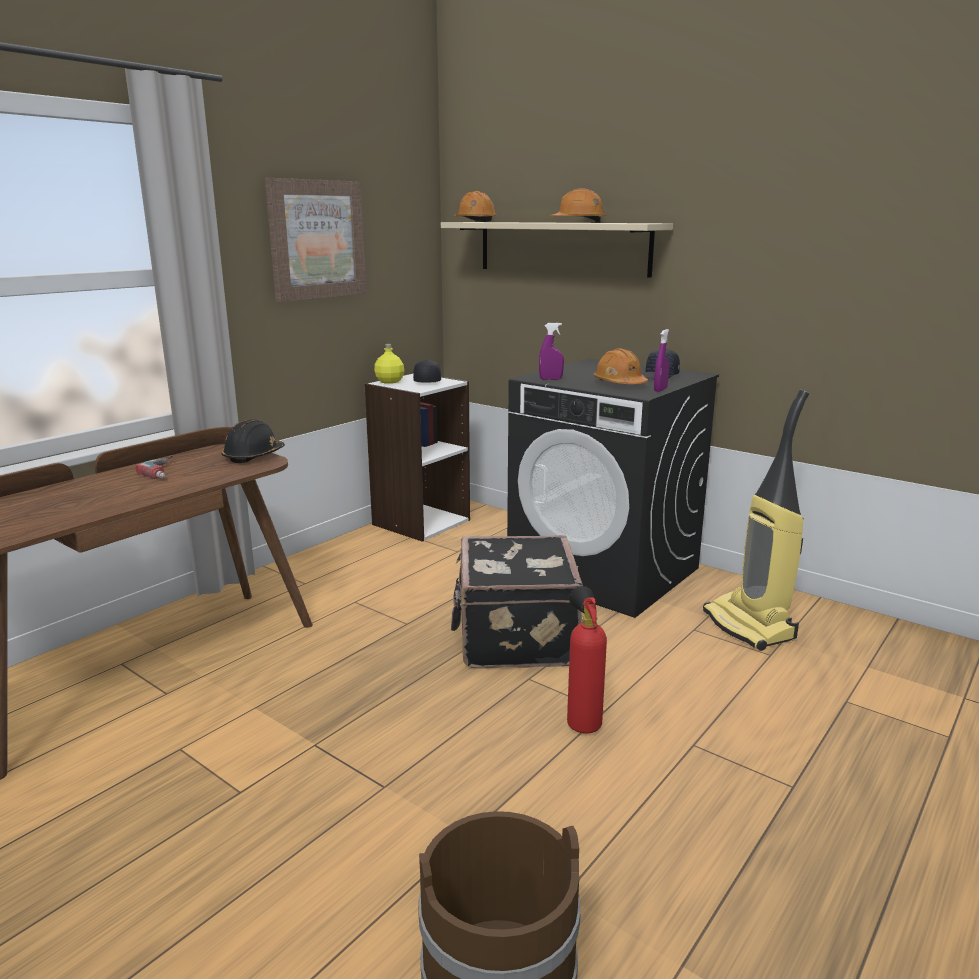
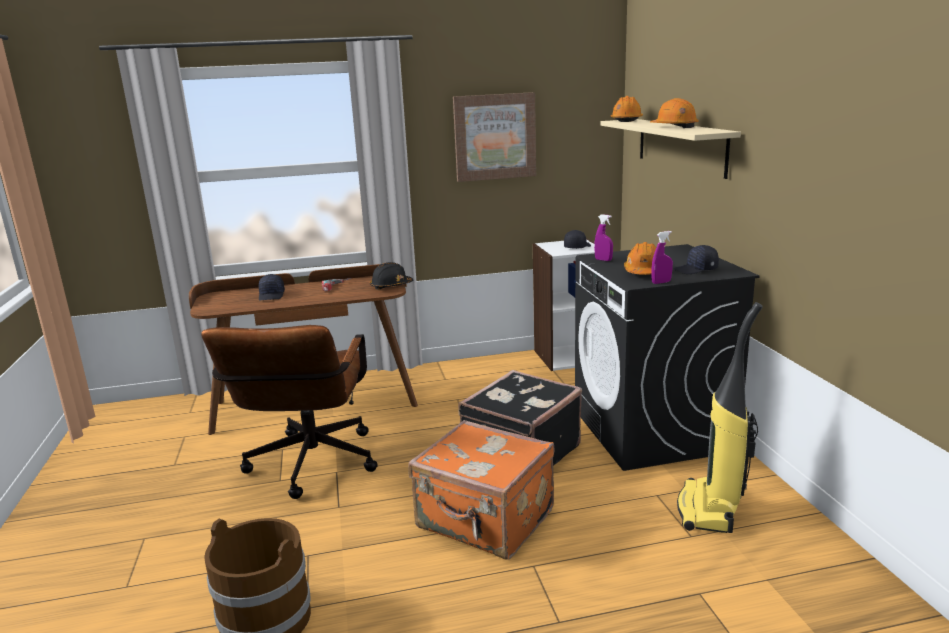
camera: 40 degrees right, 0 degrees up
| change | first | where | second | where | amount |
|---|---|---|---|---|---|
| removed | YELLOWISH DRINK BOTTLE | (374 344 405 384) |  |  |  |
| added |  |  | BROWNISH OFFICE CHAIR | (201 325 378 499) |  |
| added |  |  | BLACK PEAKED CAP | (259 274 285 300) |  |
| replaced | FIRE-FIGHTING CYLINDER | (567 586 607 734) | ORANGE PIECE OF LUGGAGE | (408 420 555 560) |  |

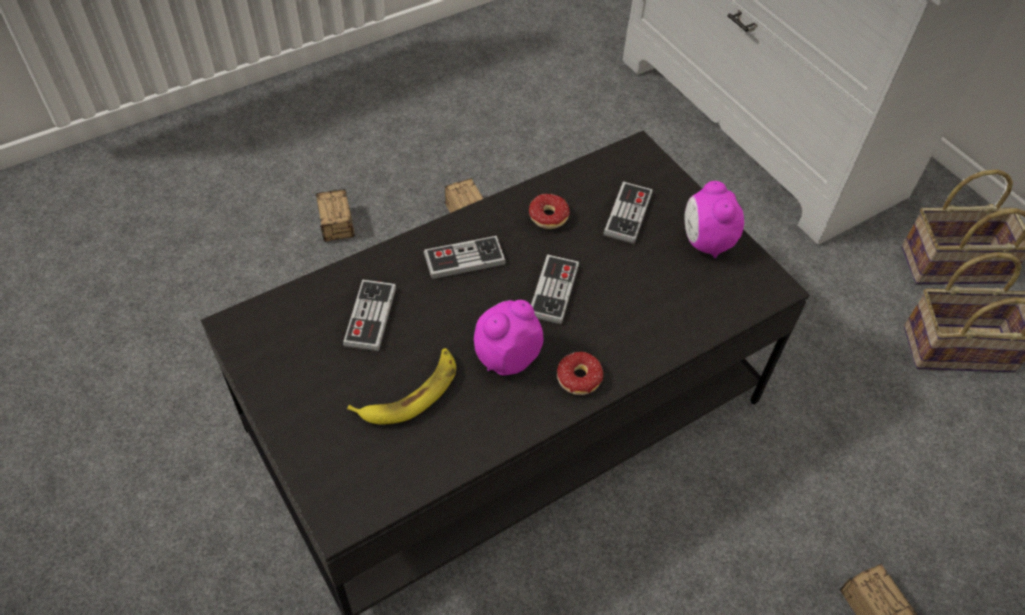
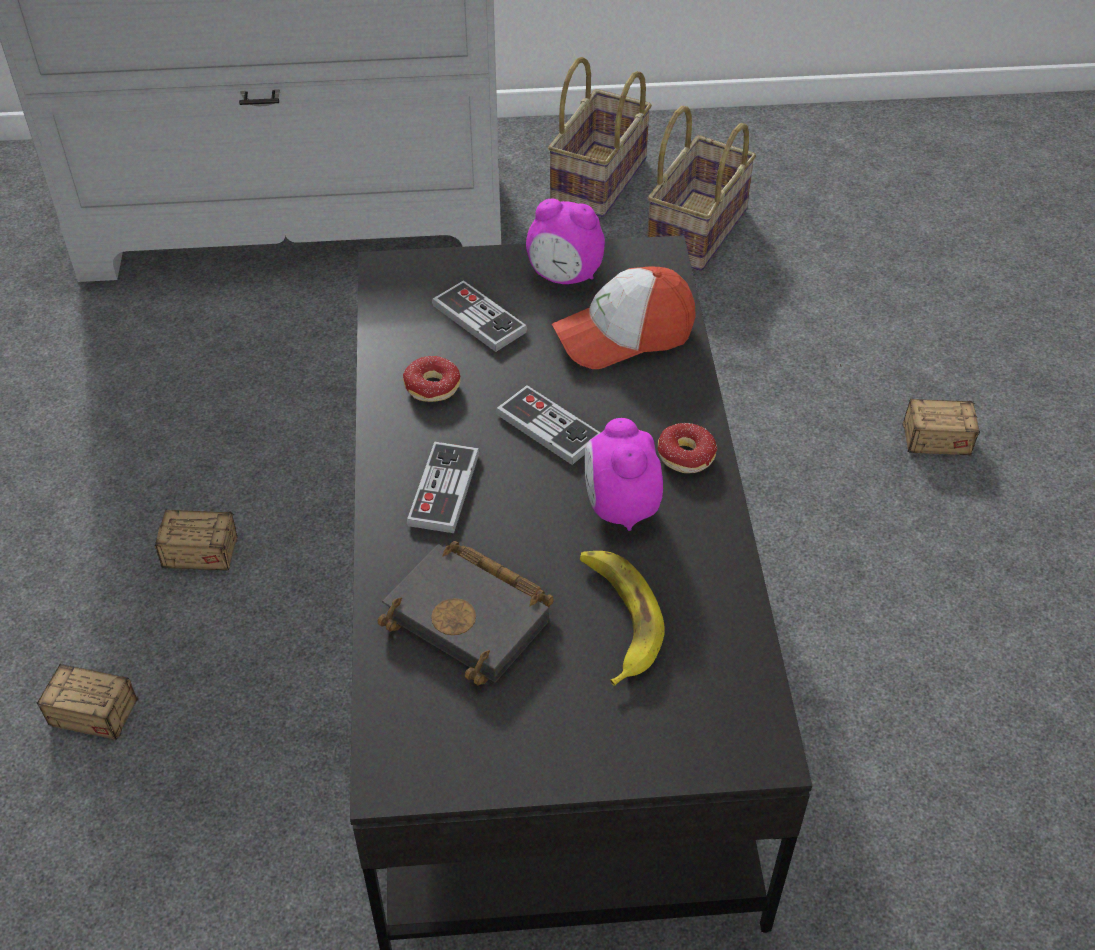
camera: 60 degrees left, 5 degrees down
| change | first | where | second | where | amount |
|---|---|---|---|---|---|
| added |  |  | PEAKED CAP | (552 266 696 369) |  |
| replaced | GAMEPAD | (343 279 396 351) | BLACK BOUND BOOK | (378 541 554 685) |  |

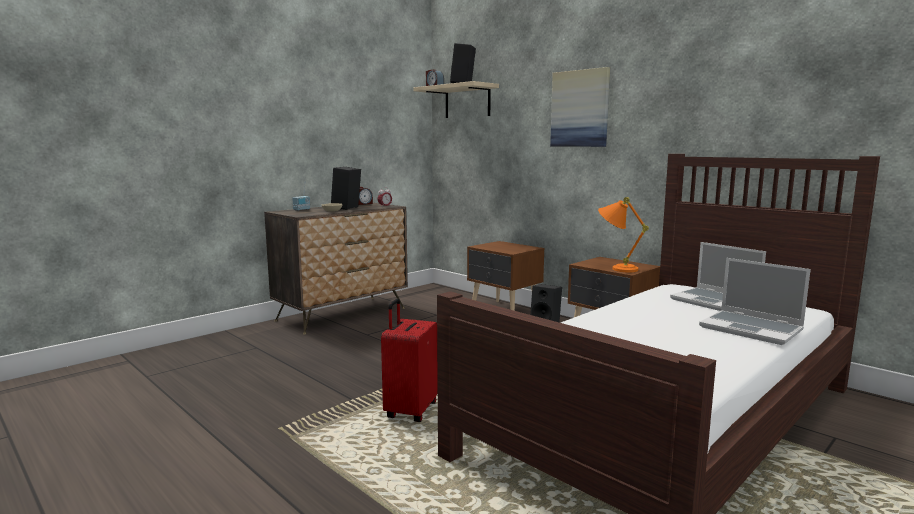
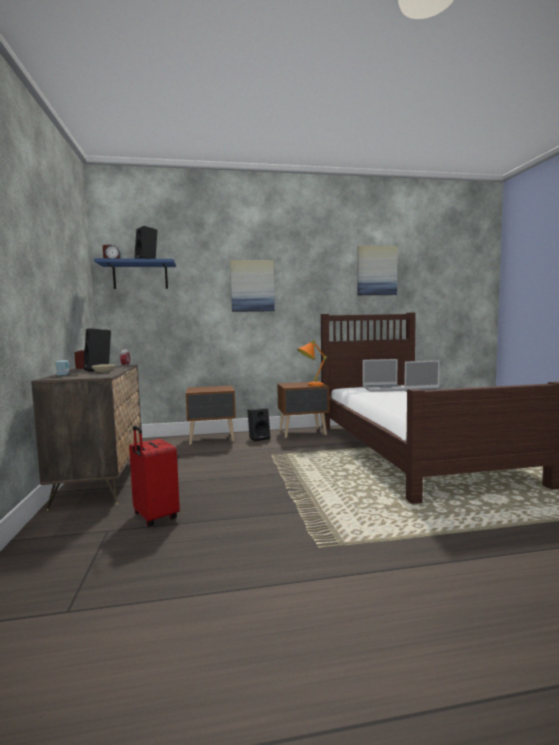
camera: 55 degrees left, 5 degrees down
| change | first | where | second | where | amount |
|---|---|---|---|---|---|
| added |  |  | WALL ART | (357 246 398 295) |  |
| moved | RED PIECE OF LUGGAGE | (381 299 438 422) |  | (129 426 180 527) |  |
| recoloured | BEIGE SHELF | (414 81 499 118) | BLUISH SHELF | (94 258 176 289) |  |

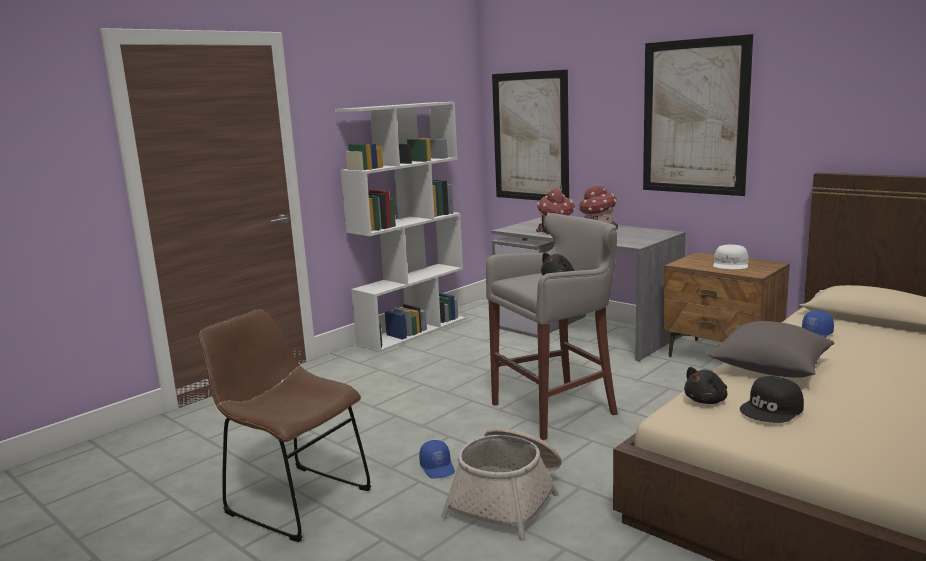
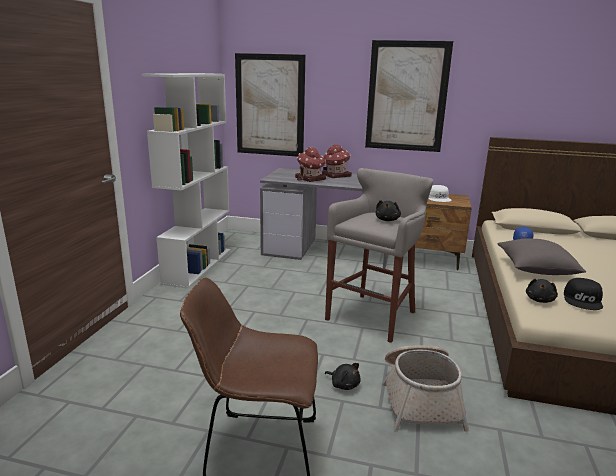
camera: 30 degrees left, 5 degrees up
| change | first | where | second | where | amount |
|---|---|---|---|---|---|
| replaced | BLUISH PEAKED CAP | (419 440 455 479) | BLACK PLUSH TOY | (325 363 361 390) |  |

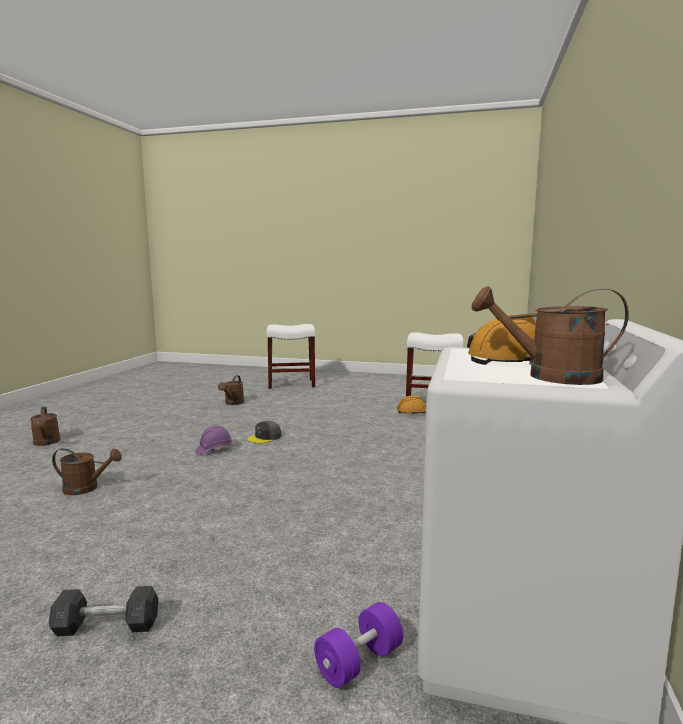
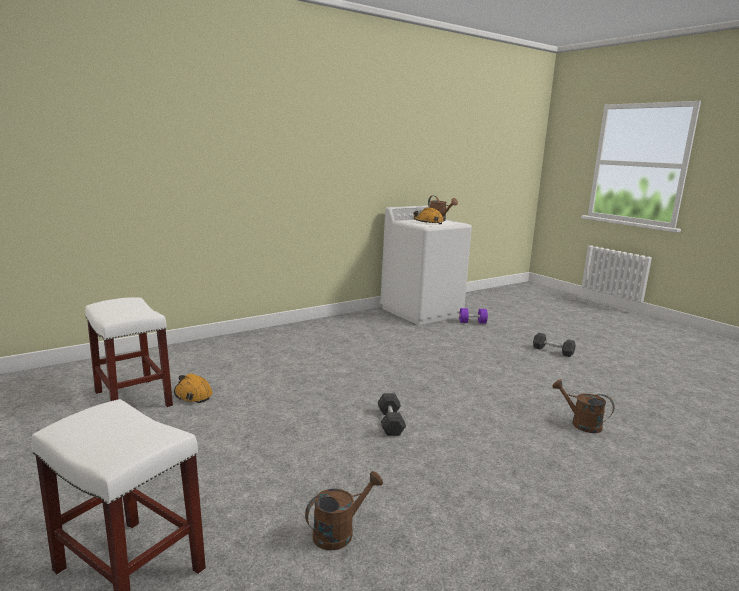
camera: 140 degrees left, 5 degrees up
| change | first | where | second | where | amount |
|---|---|---|---|---|---|
| removed | BROWNISH WATERING CAN | (30 407 60 446) |  |  |  |
| removed | PURPLE SAFETY HELMET | (195 426 232 455) |  |  |  |
| replaced | GREY PEAKED CAP | (248 421 282 443) | GREY FREE WEIGHT | (378 393 406 436) |  |

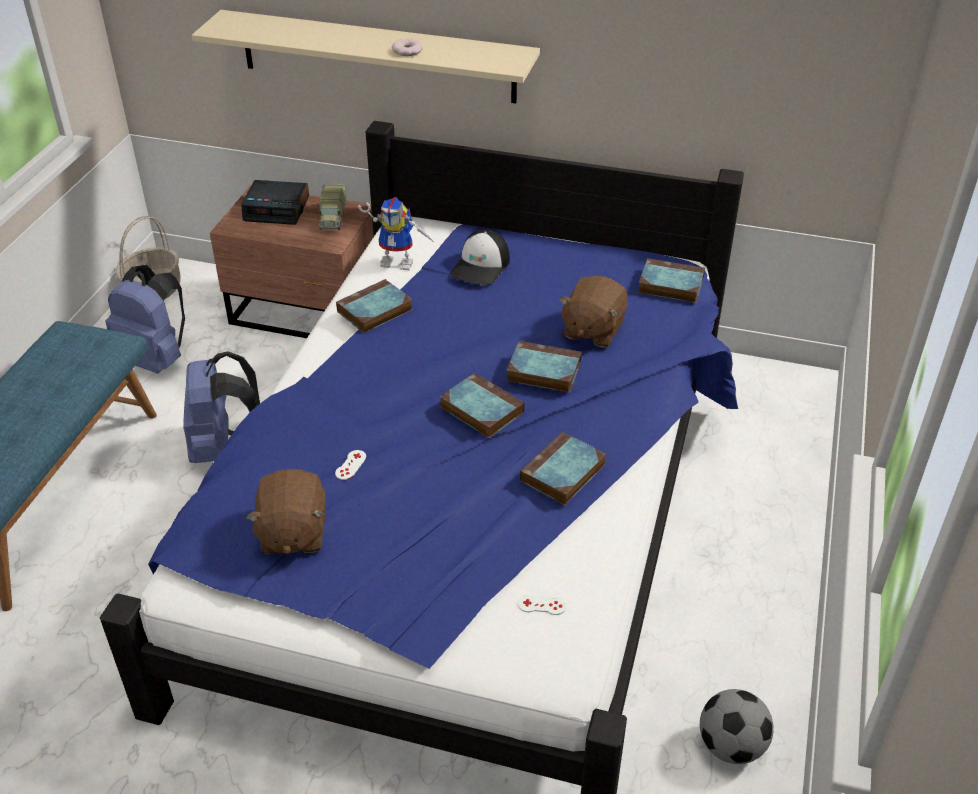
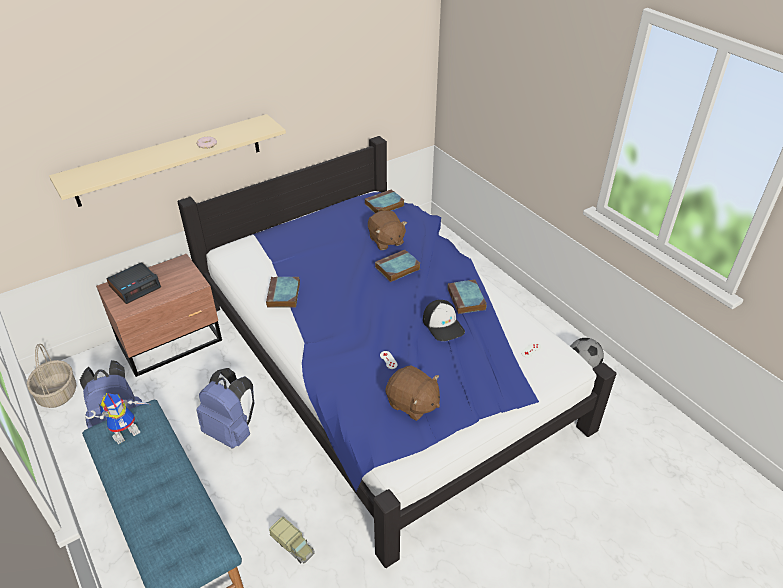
camera: 50 degrees left, 0 degrees up
| change | first | where | second | where | amount |
|---|---|---|---|---|---|
| removed | BOUND BOOK | (440 373 525 438) |  |  |  |
| moved | TOY TRUCK | (319 184 347 230) |  | (269 517 315 563) |  |
| moved | ROBOT FIGURE | (358 197 435 270) |  | (85 393 148 444) |  |
| moved | PEAKED CAP | (450 229 510 285) |  | (423 300 465 341) |  |

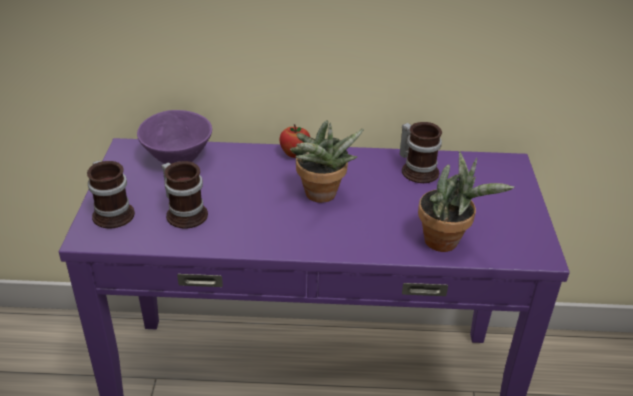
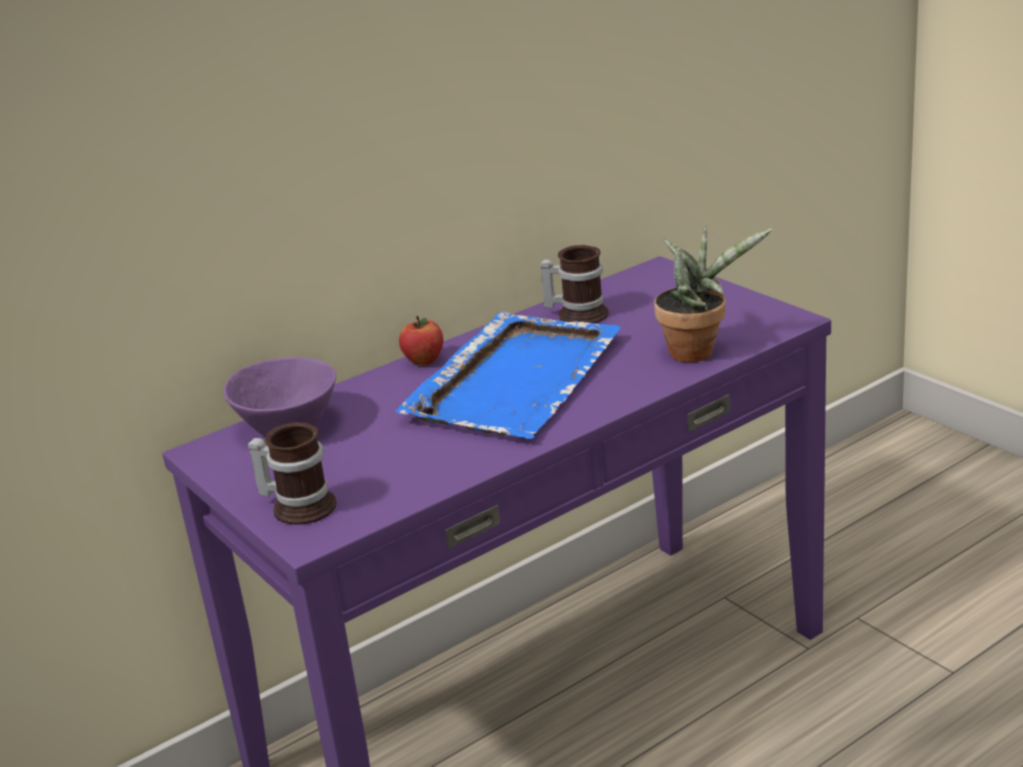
camera: 35 degrees left, 10 degrees down
| change | first | where | second | where | amount |
|---|---|---|---|---|---|
| removed | TEA MUG | (162 161 208 229) |  |  |  |
| replaced | HOUSEPLANT | (290 120 364 203) | BLUISH CARRYING TRAY | (396 312 622 439) |  |

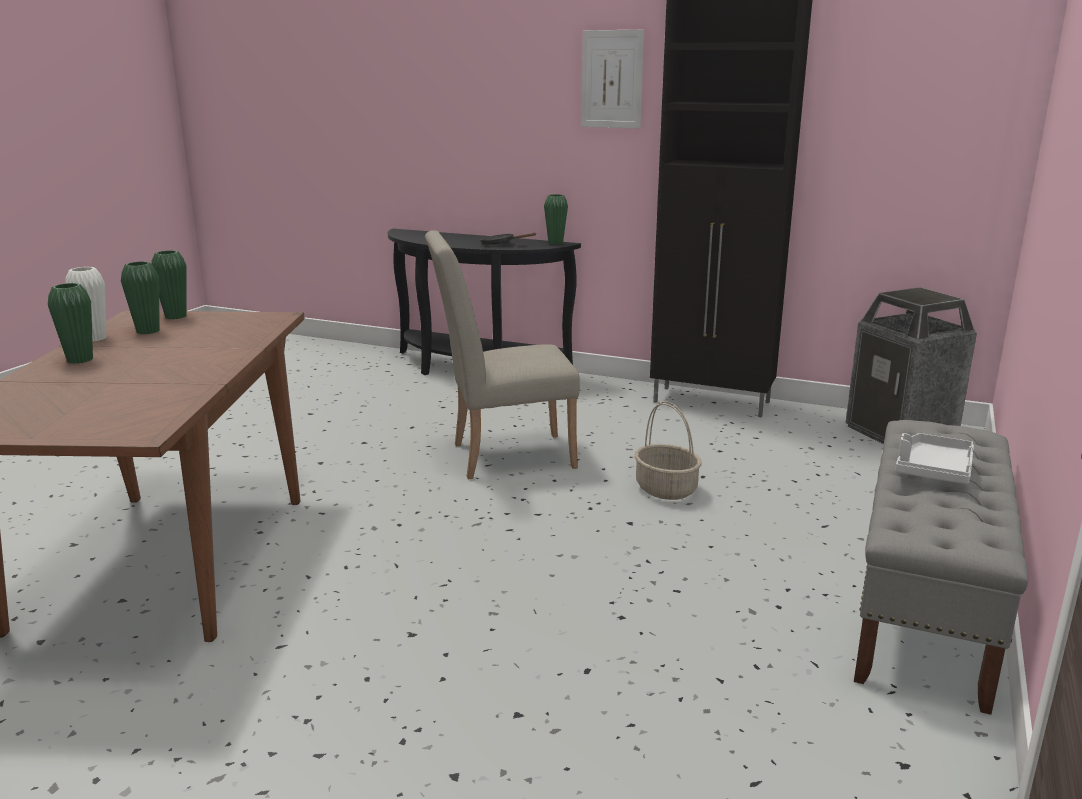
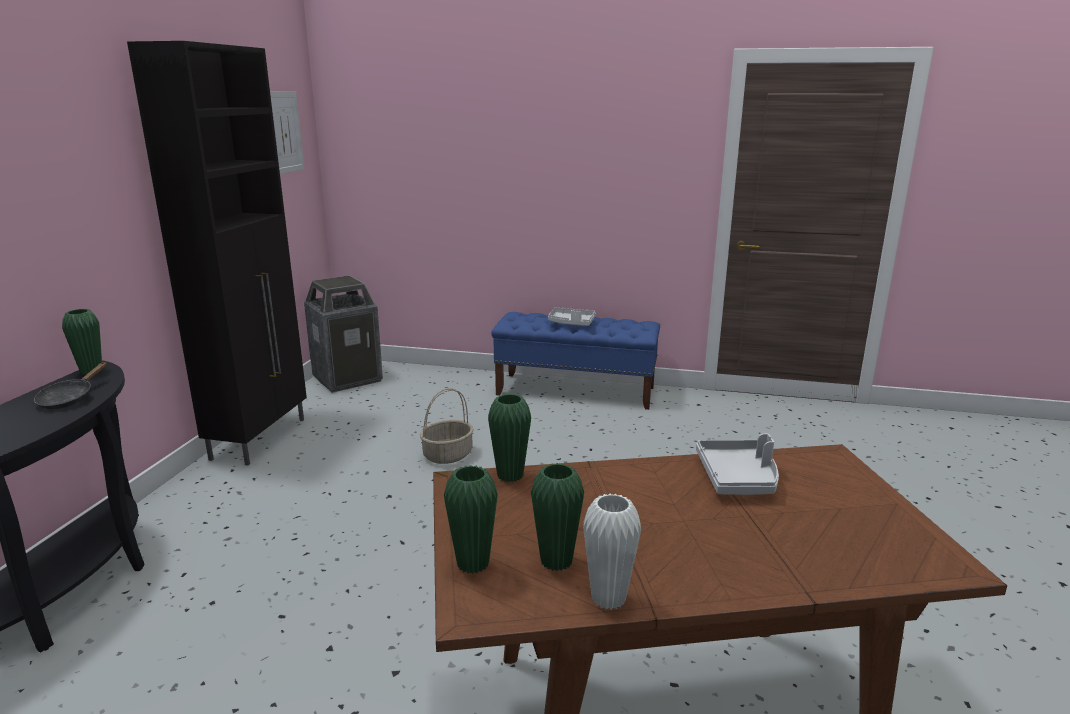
camera: 100 degrees left, 0 degrees up
| change | first | where | second | where | amount |
|---|---|---|---|---|---|
| removed | BEIGE CHAIR | (425 230 580 479) |  |  |  |
| added |  |  | GREY CARRYING TRAY | (696 433 779 495) |  |
| moved | GREEN-COLOURED DECORATIVE VASE | (48 283 93 364) |  | (488 394 531 482) |  |
| moved | WALL ART | (581 30 644 129) |  | (270 91 304 174) |  |
| recoloured | GREY LONG SEAT | (854 420 1028 715) | BLUISH LONG SEAT | (491 312 660 410) |  |

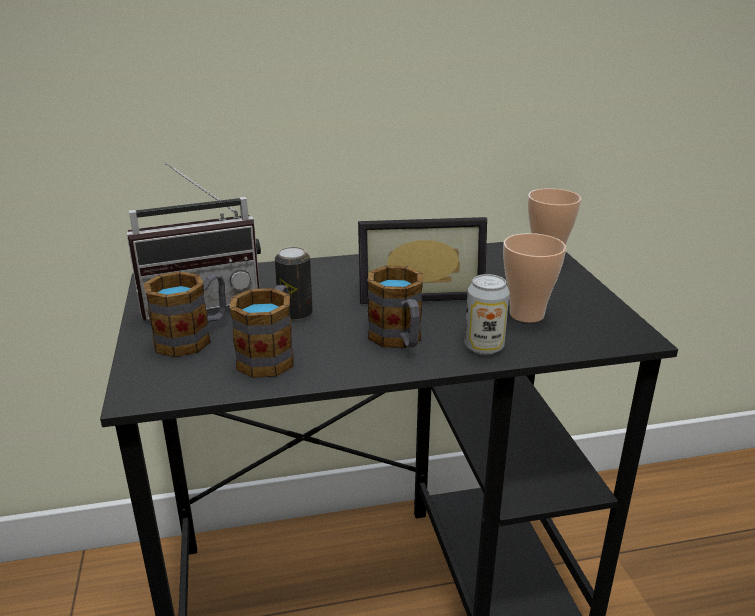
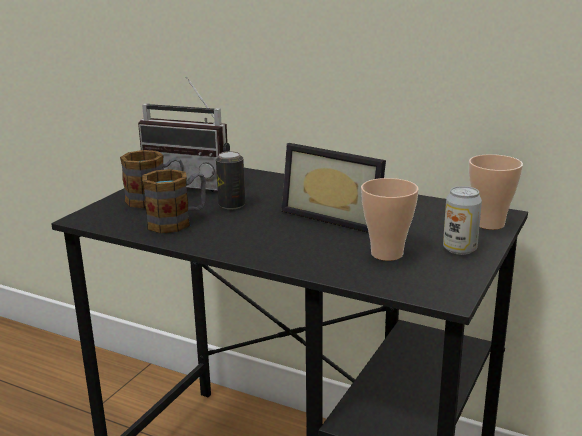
camera: 40 degrees right, 5 degrees down
| change | first | where | second | where | amount |
|---|---|---|---|---|---|
| removed | TEA MUG | (367 266 423 348) |  |  |  |
| moved | METAL CAN | (465 274 510 355) |  | (443 186 482 255) |  |

